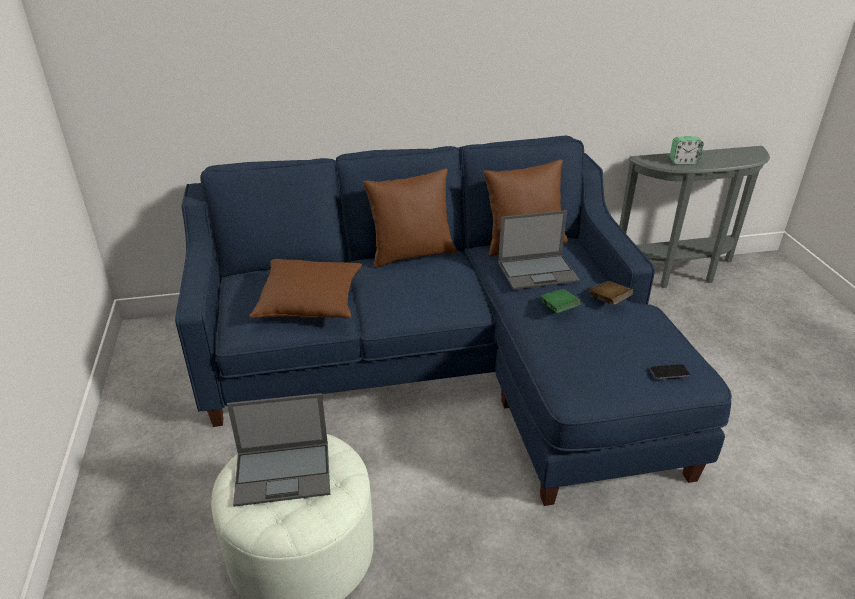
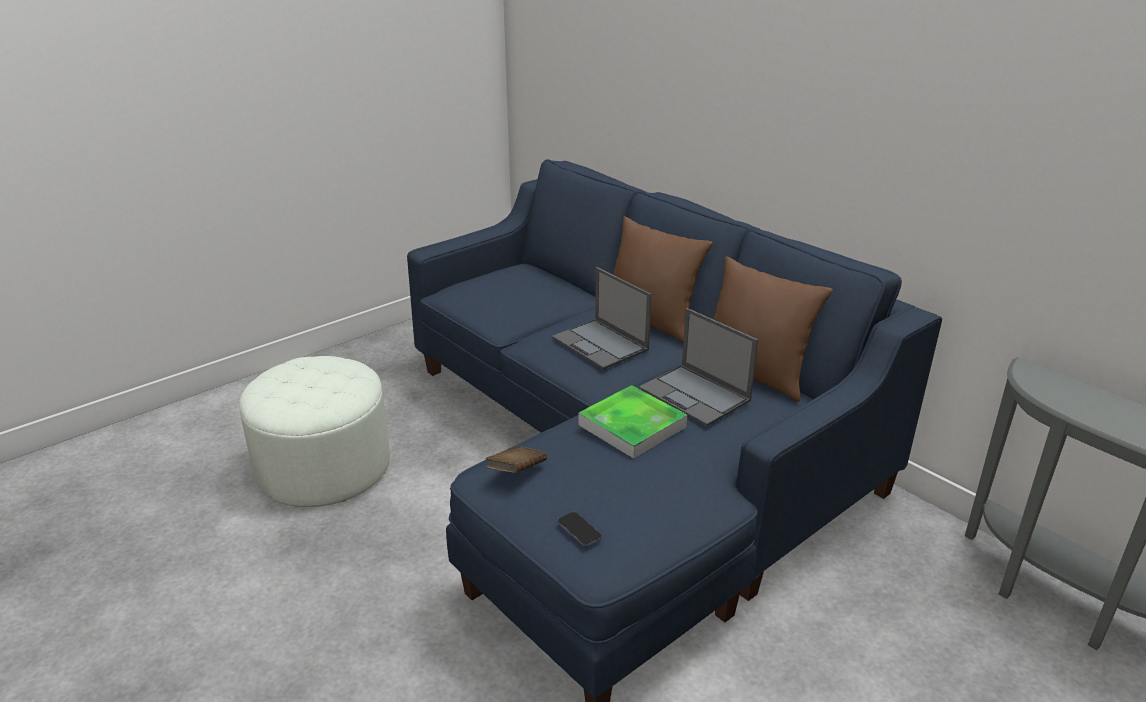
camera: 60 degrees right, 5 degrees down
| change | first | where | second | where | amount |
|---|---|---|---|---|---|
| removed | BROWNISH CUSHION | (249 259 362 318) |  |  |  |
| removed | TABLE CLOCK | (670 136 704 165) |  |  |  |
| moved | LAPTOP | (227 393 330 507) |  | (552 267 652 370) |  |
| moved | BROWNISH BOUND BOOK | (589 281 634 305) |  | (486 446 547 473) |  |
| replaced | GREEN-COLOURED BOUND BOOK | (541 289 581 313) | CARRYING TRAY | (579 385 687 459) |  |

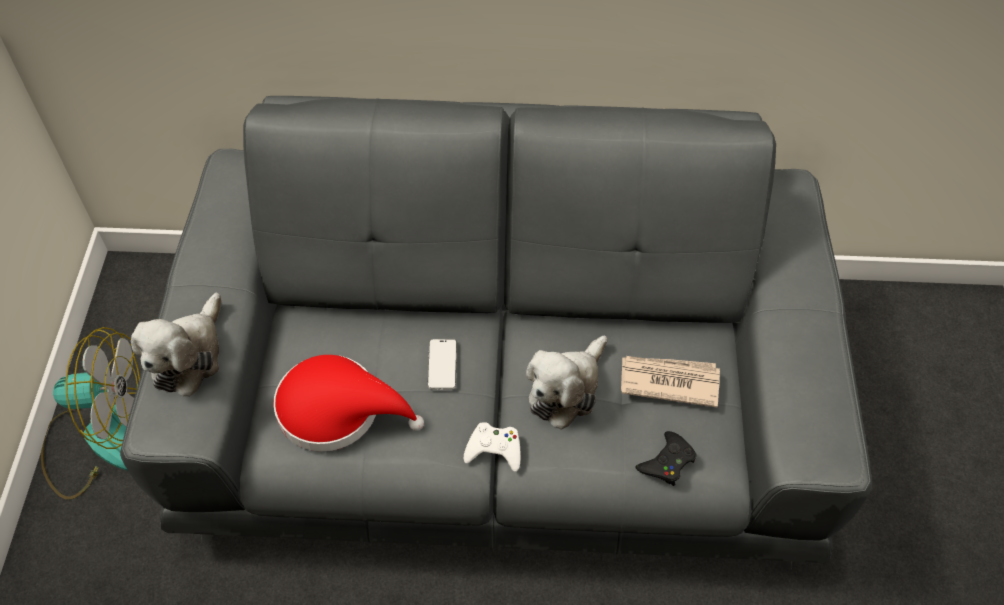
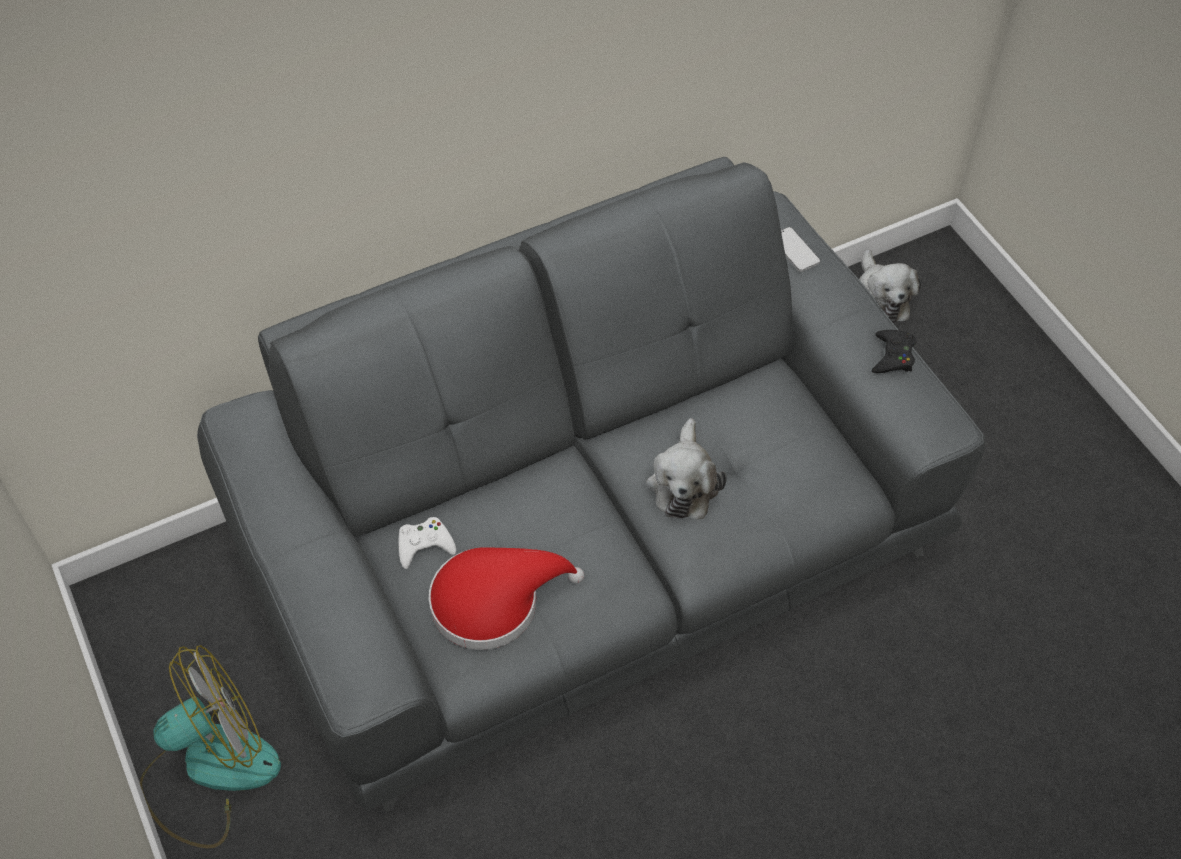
camera: 30 degrees left, 0 degrees up
| change | first | where | second | where | amount |
|---|---|---|---|---|---|
| removed | PRINTED PAPER | (621 356 720 408) |  |  |  |
| moved | PLUSH TOY | (131 293 221 397) |  | (859 249 921 323) |  |
| moved | PHONE | (427 339 457 390) |  | (781 227 820 272) |  |
| moved | WHITE-COLOURED GAMEPAD | (464 422 520 472) |  | (399 517 456 569) |  |
| moved | BLACK GAMEPAD | (636 431 697 486) |  | (872 330 917 373) |  |

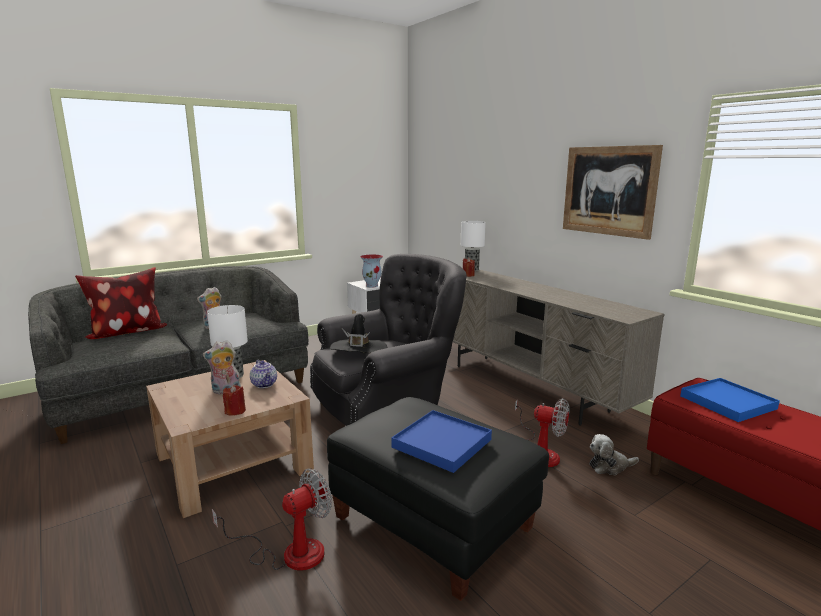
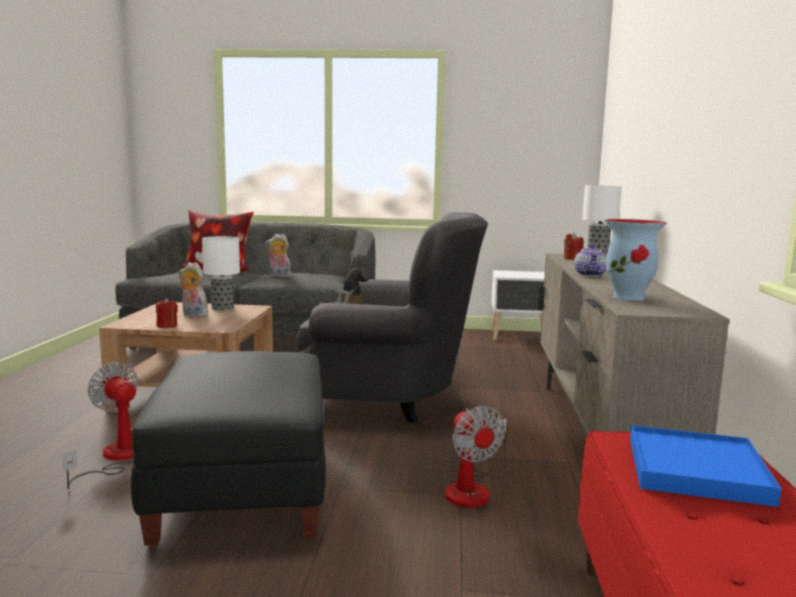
camera: 40 degrees right, 5 degrees down
| change | first | where | second | where | amount |
|---|---|---|---|---|---|
| removed | BLUISH CARRYING TRAY | (391 410 492 473) |  |  |  |
| removed | WALL ART | (563 145 663 240) |  |  |  |
| removed | PLUSH TOY | (589 434 639 475) |  |  |  |
| moved | TEAPOT | (250 360 277 388) |  | (574 244 607 277) |  |
| moved | DECORATIVE VASE | (360 254 383 287) |  | (605 219 667 301) |  |
| turned | ELECTRIC FAN | (212 468 332 571) |  | (63 362 139 489) | 135 degrees counterclockwise |

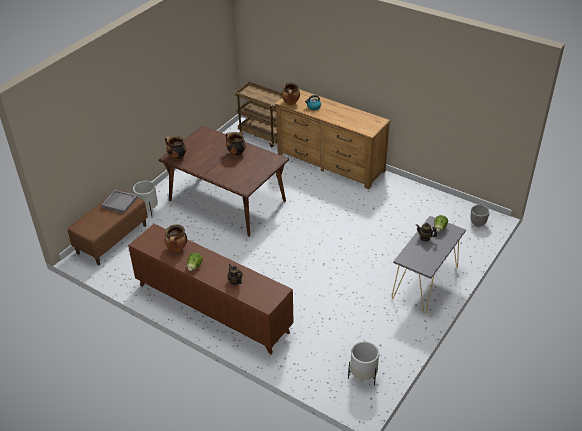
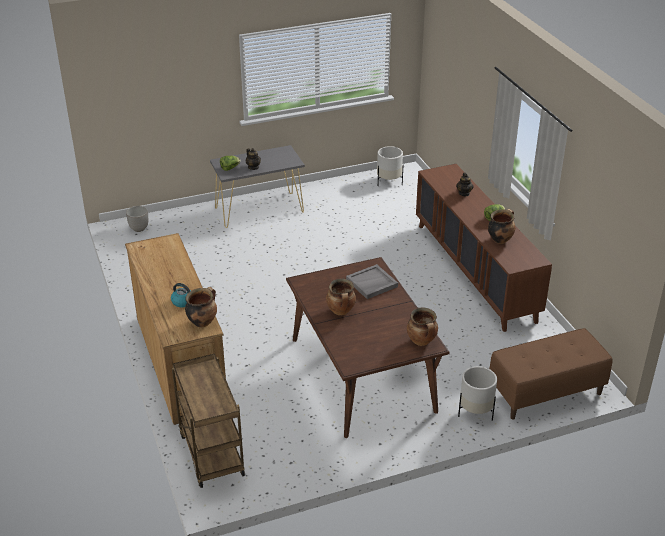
camera: 145 degrees left, 5 degrees down
| change | first | where | second | where | amount |
|---|---|---|---|---|---|
| moved | GREY CARRYING TRAY | (101 189 138 214) |  | (346 264 398 299) |  |

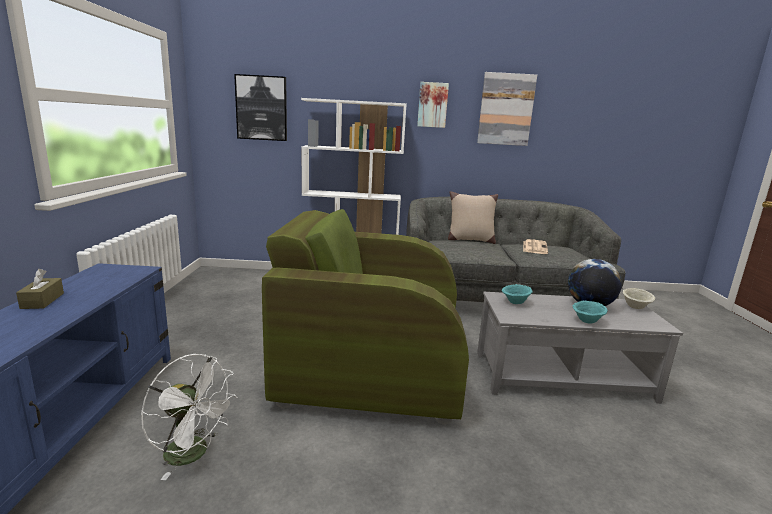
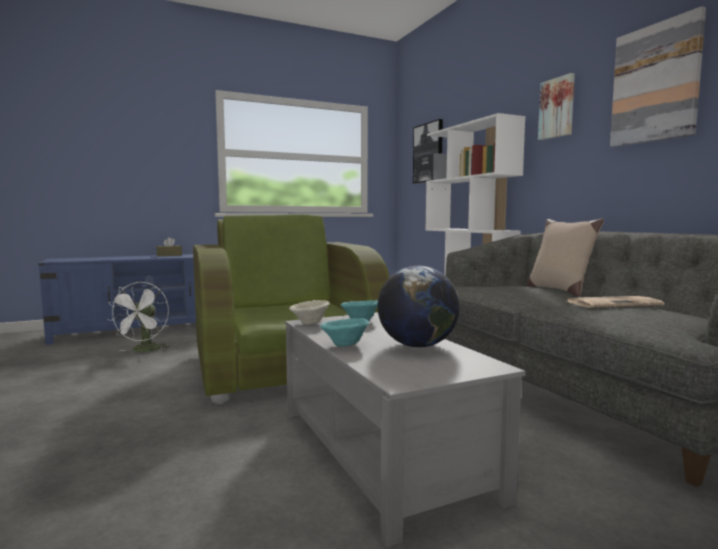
camera: 65 degrees right, 10 degrees down
| change | first | where | second | where | amount |
|---|---|---|---|---|---|
| moved | BEIGE SERVING BOWL | (623 288 655 309) |  | (289 300 330 325) |  |

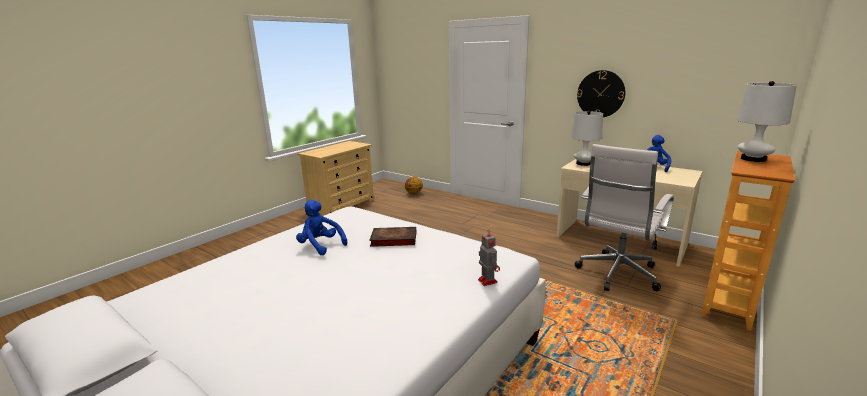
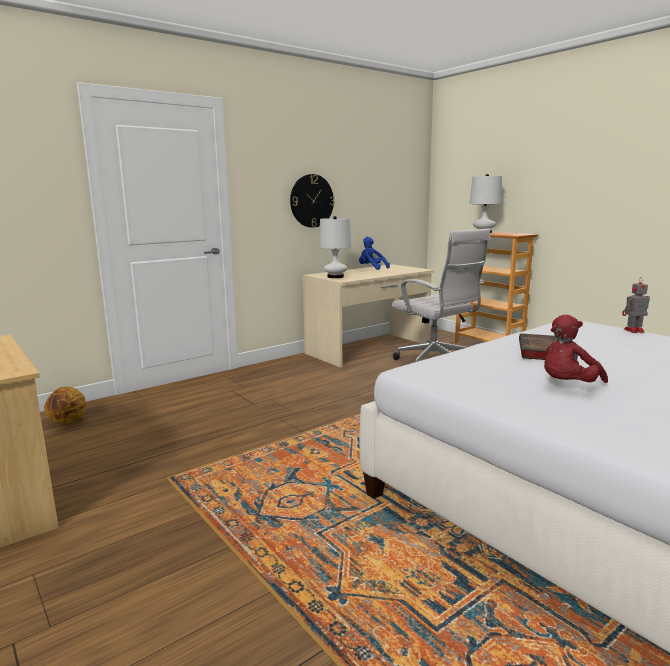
camera: 75 degrees left, 5 degrees down
| change | first | where | second | where | amount |
|---|---|---|---|---|---|
| recoloured | BLUISH PLUSH TOY | (296 200 347 255) | RED PLUSH TOY | (544 315 608 383) |  |

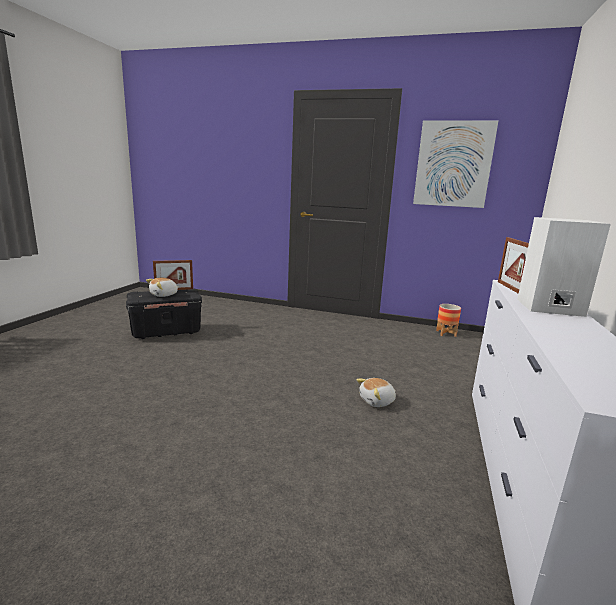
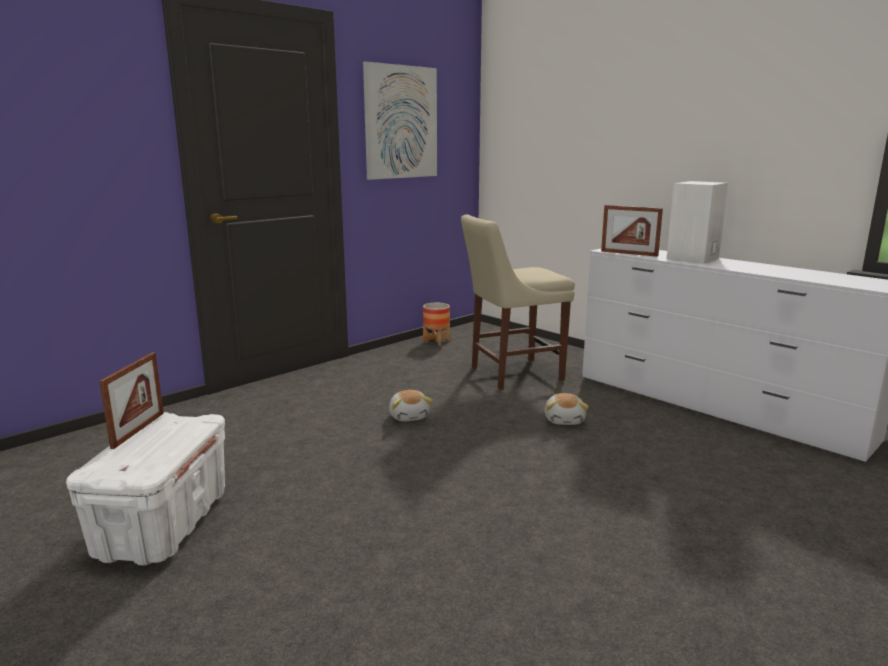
camera: 60 degrees left, 0 degrees up
| change | first | where | second | where | amount |
|---|---|---|---|---|---|
| added |  |  | BEIGE CHAIR | (461 215 575 390) |  |
| moved | PLUSH TOY | (146 278 179 297) |  | (389 390 433 421) |  |
| recoloured | BLACK STORAGE BIN | (126 288 202 339) | WHITE-COLOURED STORAGE BIN | (66 412 225 566) |  |

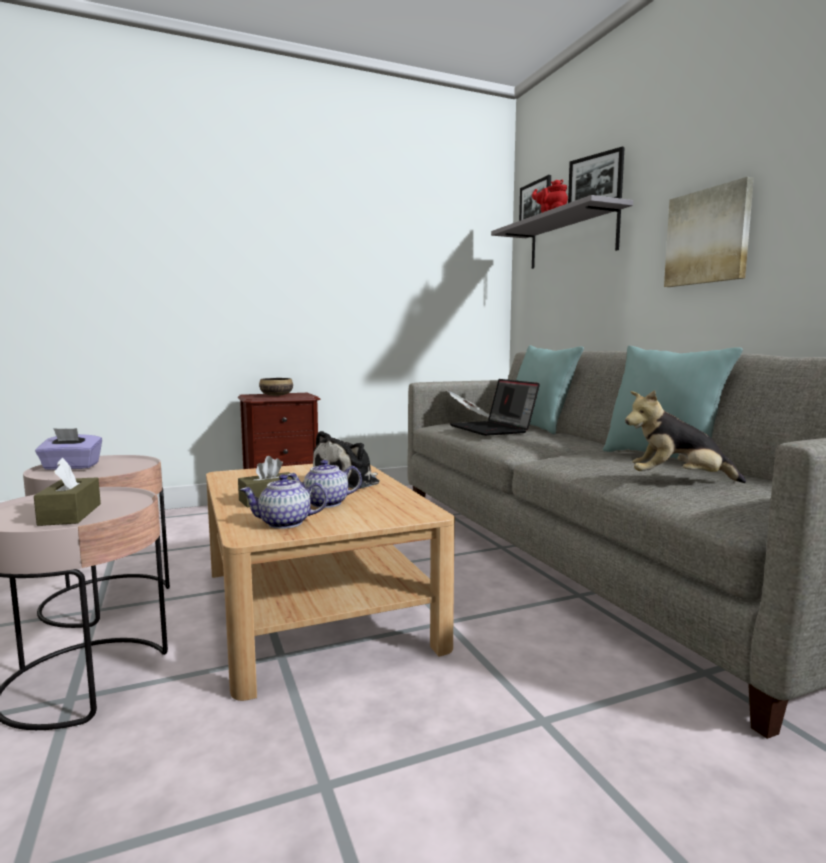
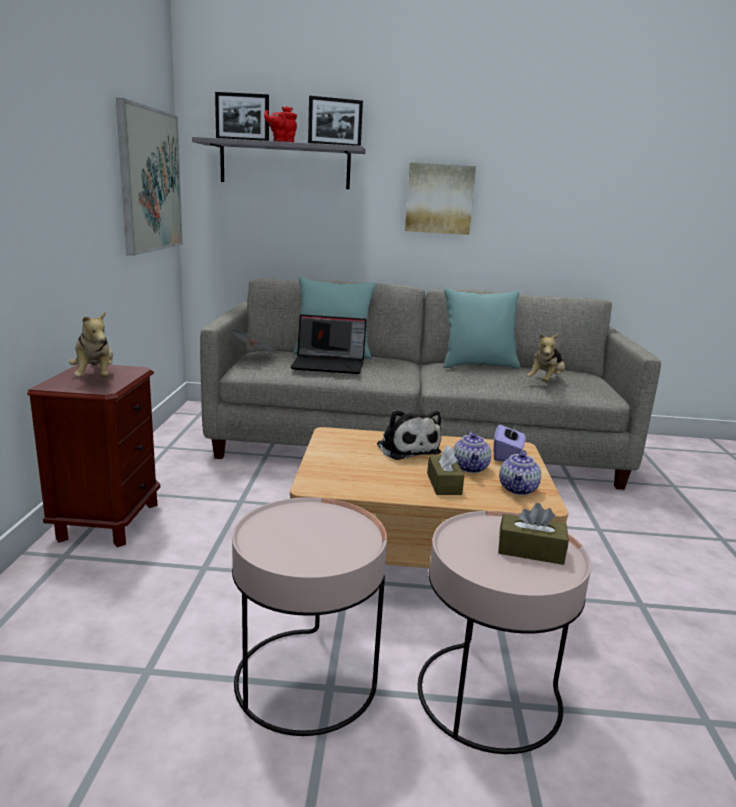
camera: 65 degrees left, 10 degrees up
| change | first | where | second | where | amount |
|---|---|---|---|---|---|
| added |  |  | WALL ART | (116 98 183 256) |  |
| moved | PURPLE TISSUE HOLDER | (35 428 102 470) |  | (494 424 525 462) |  |
| replaced | SERVING BOWL | (259 378 293 396) | PLUSH TOY | (69 312 113 377) |  |

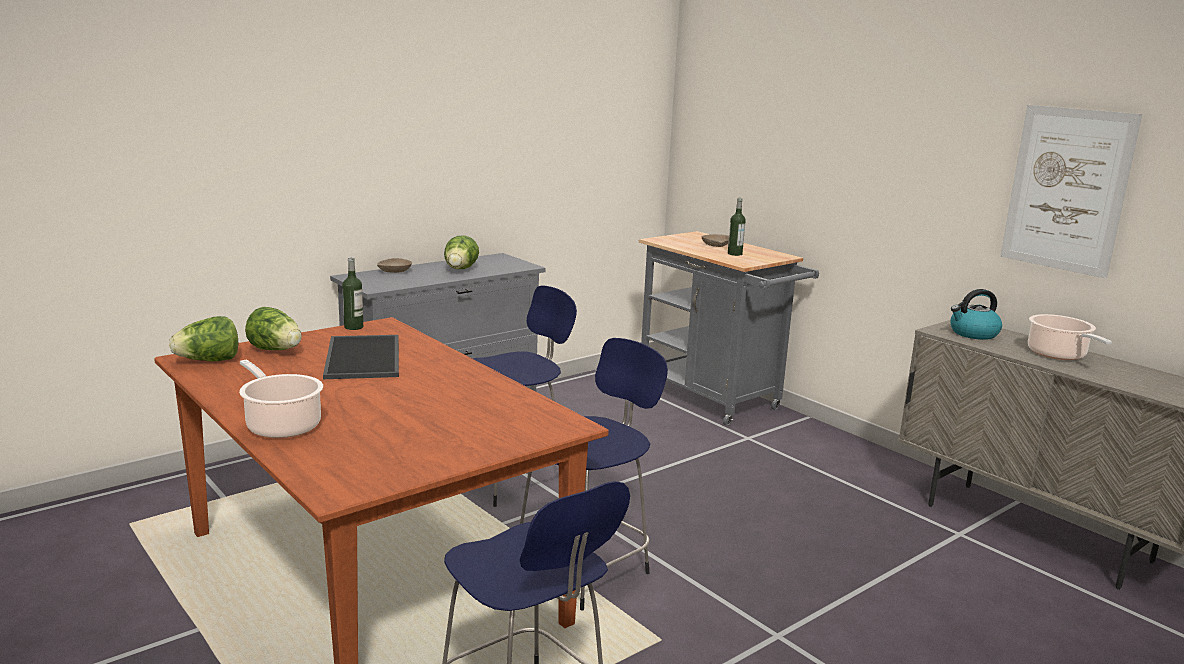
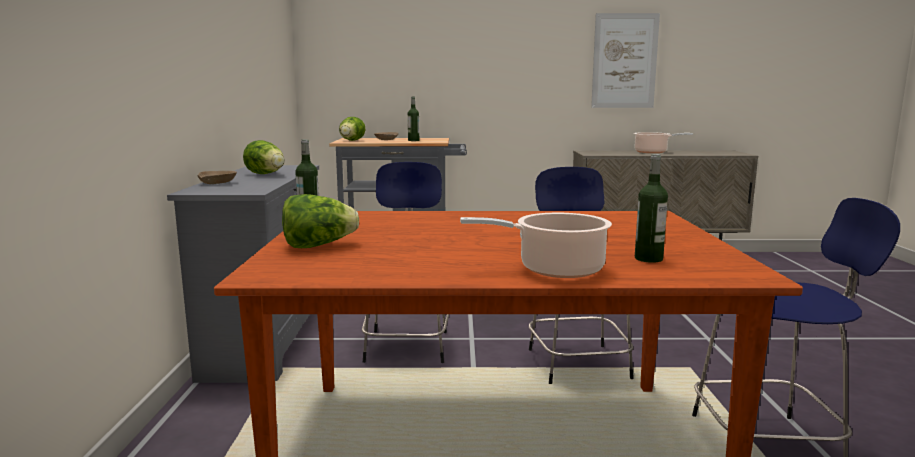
camera: 50 degrees left, 5 degrees down
| change | first | where | second | where | amount |
|---|---|---|---|---|---|
| removed | CARRYING TRAY | (323 335 399 379) |  |  |  |
| removed | WATER KETTLE | (950 289 1002 340) |  |  |  |
| added |  |  | DRINK BOTTLE | (635 154 668 263) |  |
| moved | HEAD OF LETTUCE | (169 316 238 362) |  | (339 117 366 141) |  |

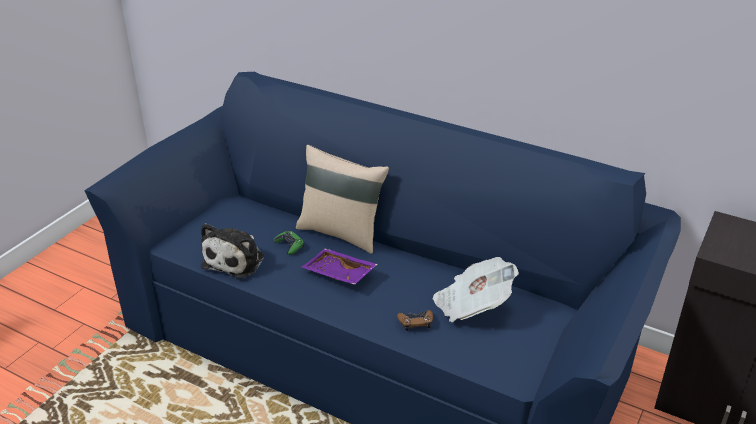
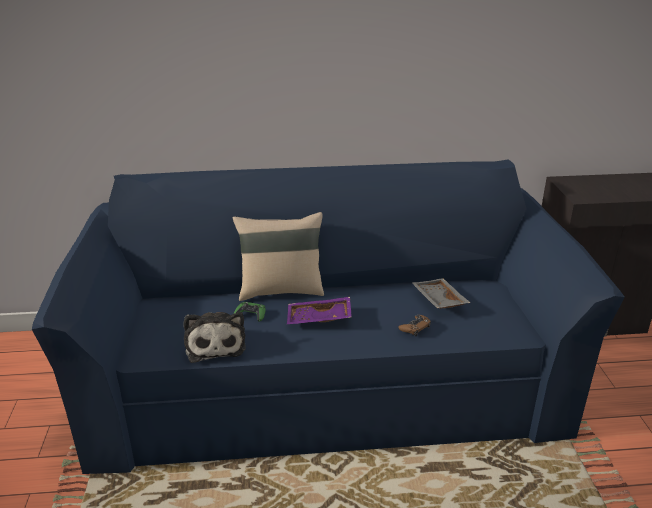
camera: 35 degrees left, 5 degrees down
| change | first | where | second | where | amount |
|---|---|---|---|---|---|
| replaced | PRINTED PAPER | (433 257 519 322) | GREY CARRYING TRAY | (412 278 471 309) |  |

